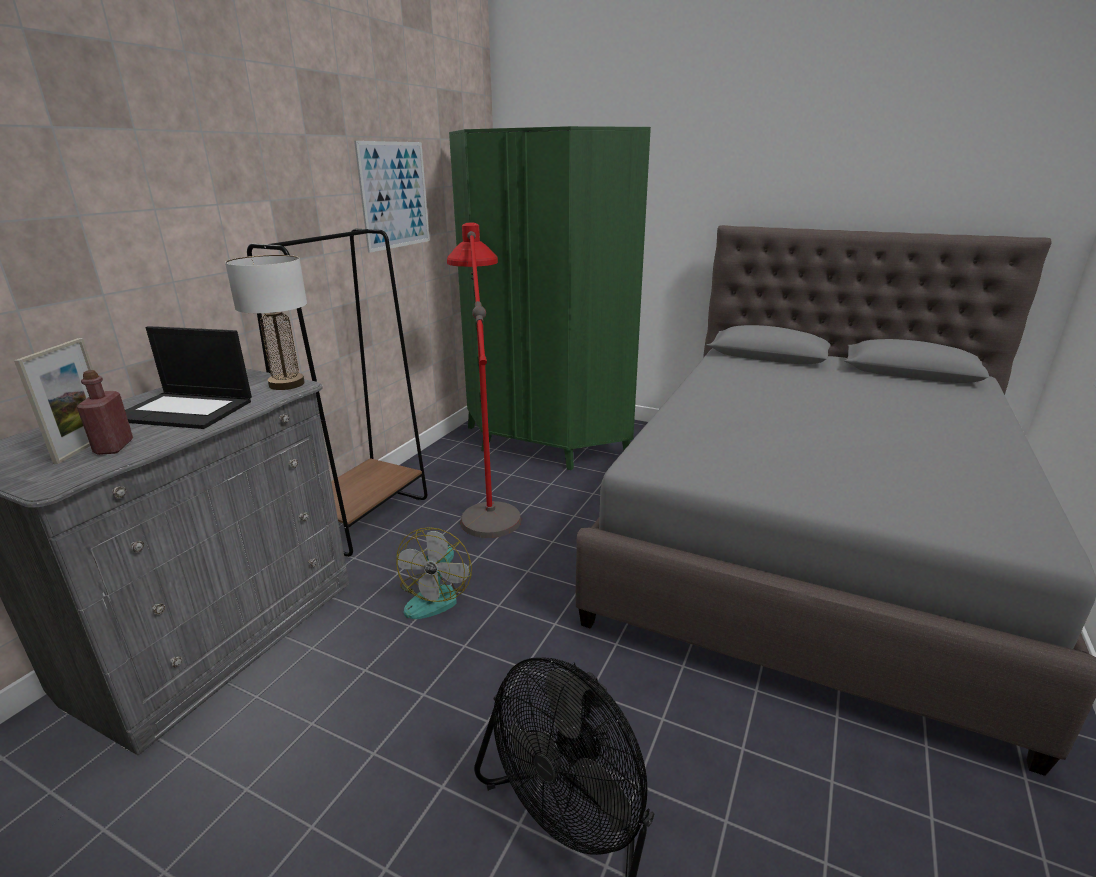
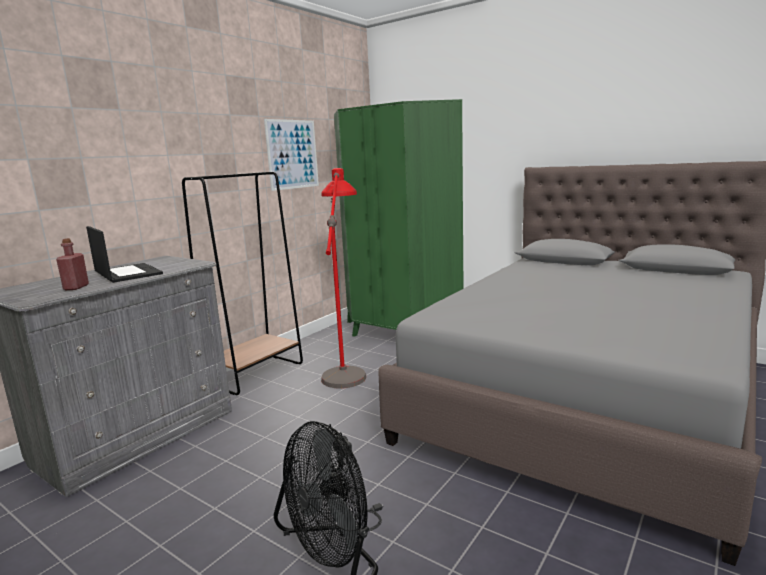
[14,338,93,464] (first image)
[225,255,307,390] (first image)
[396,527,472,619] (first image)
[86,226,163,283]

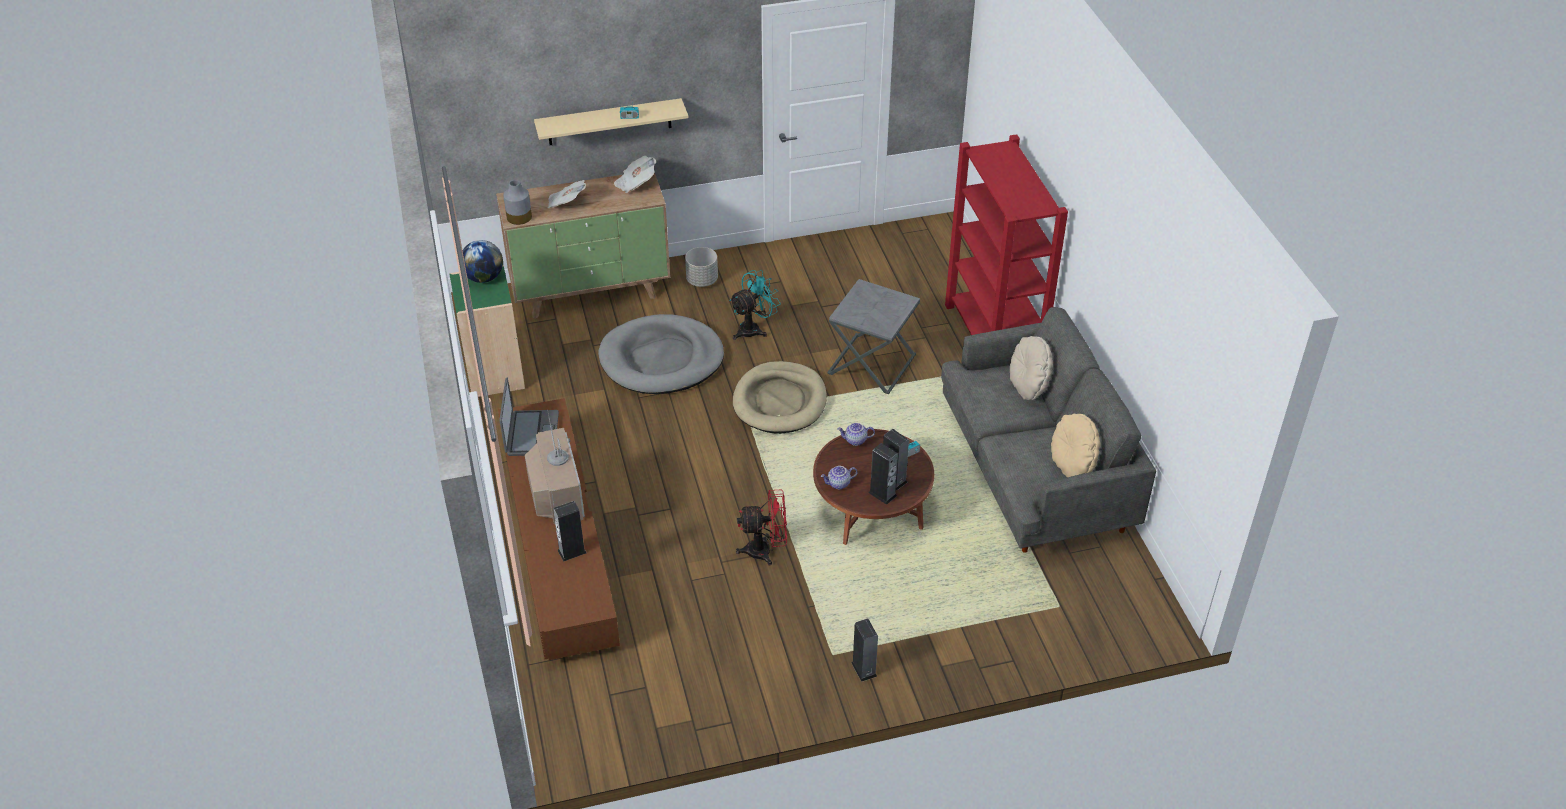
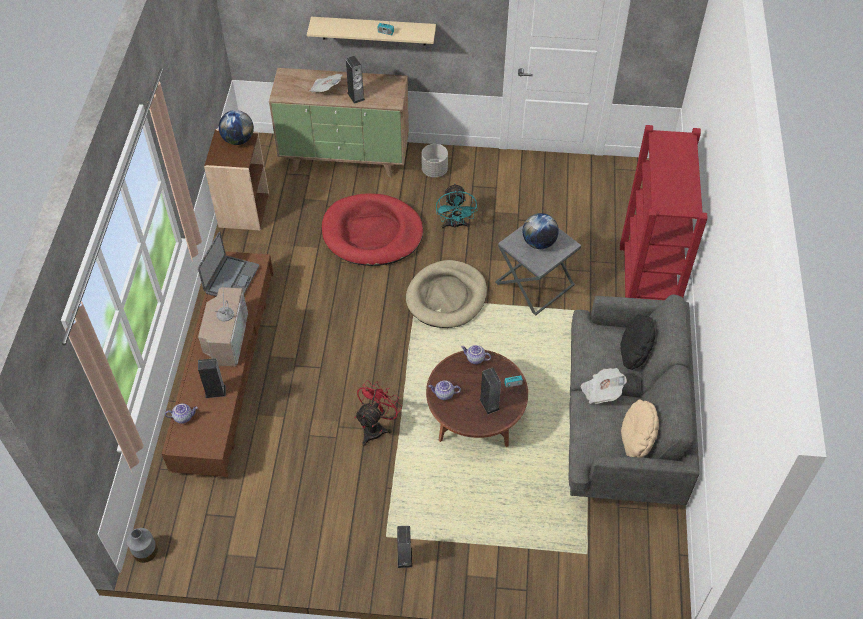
[165,404,198,424]
[522,213,559,249]
[127,528,158,563]
[581,368,627,404]
[346,56,365,104]
[204,129,269,230]
[322,193,423,266]
[620,314,655,370]
[436,183,477,229]
[355,380,402,446]

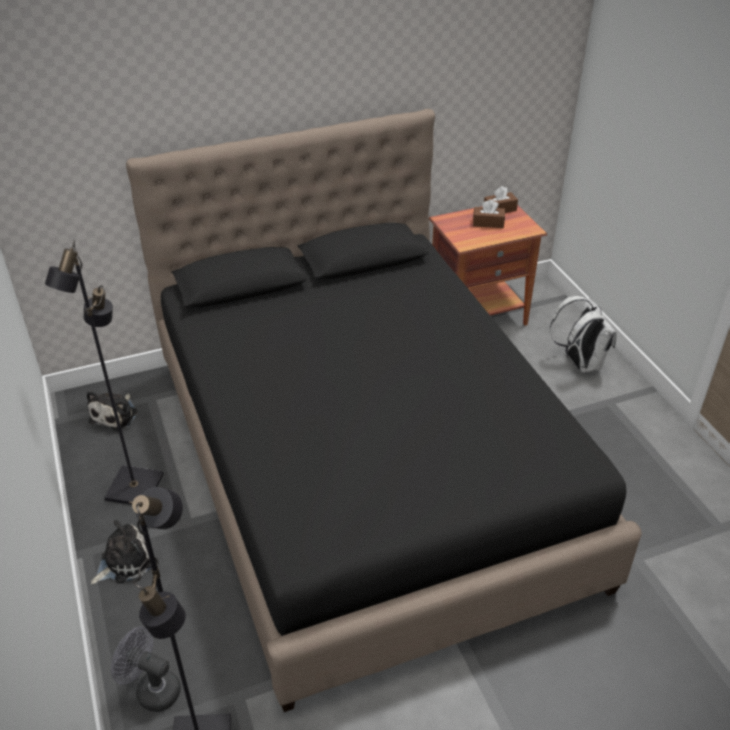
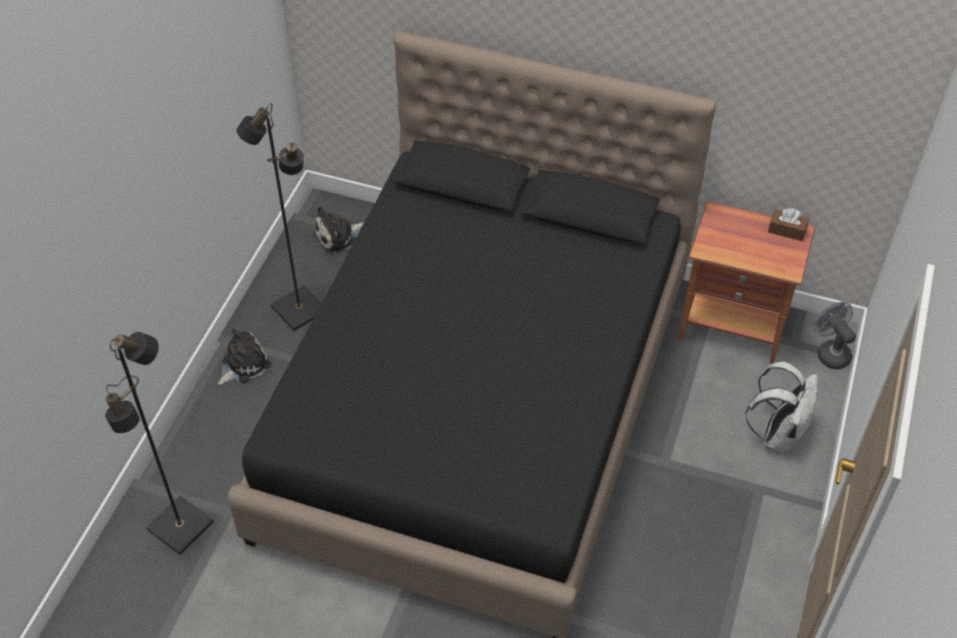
[473,200,505,228] (first image)
[814,302,856,369]
[218,329,272,385]

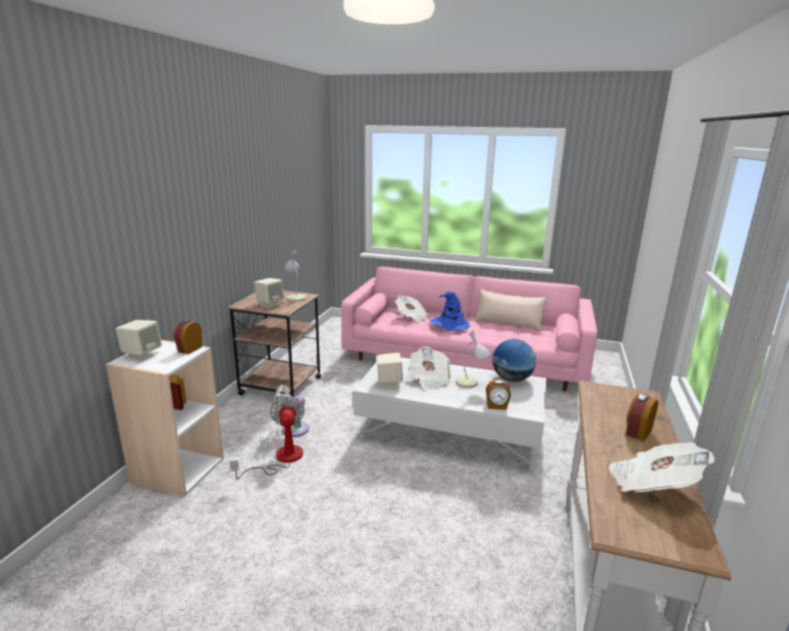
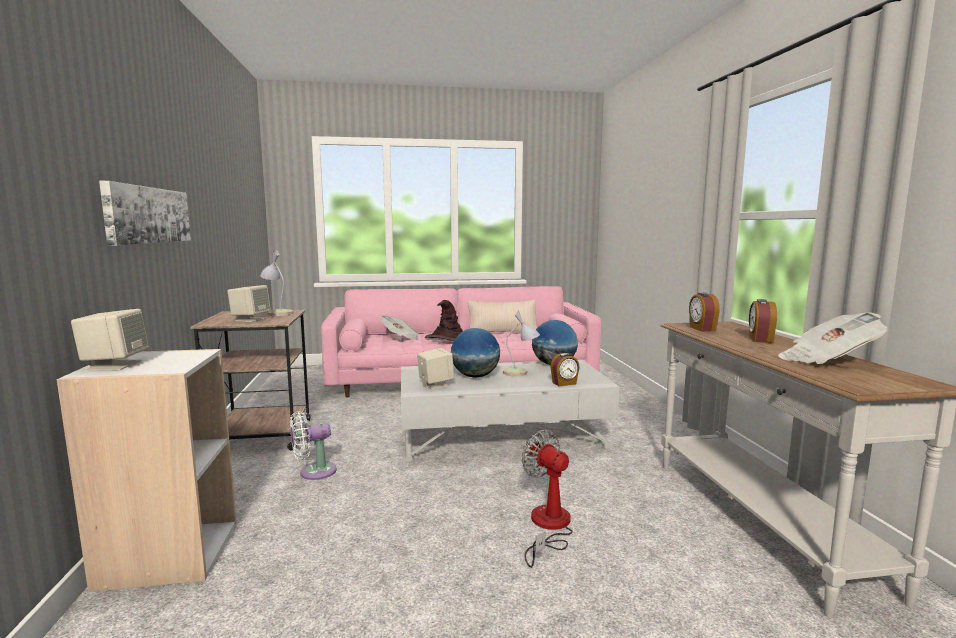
[99,181,191,246]
[689,292,720,331]
[522,430,573,568]
[451,328,500,378]
[425,300,463,341]

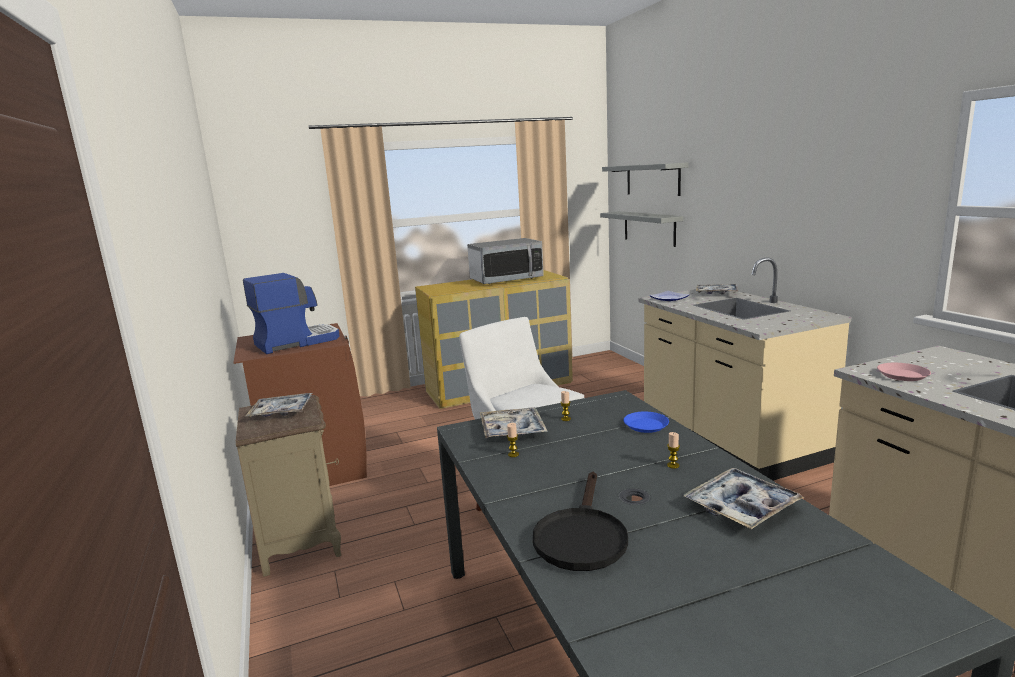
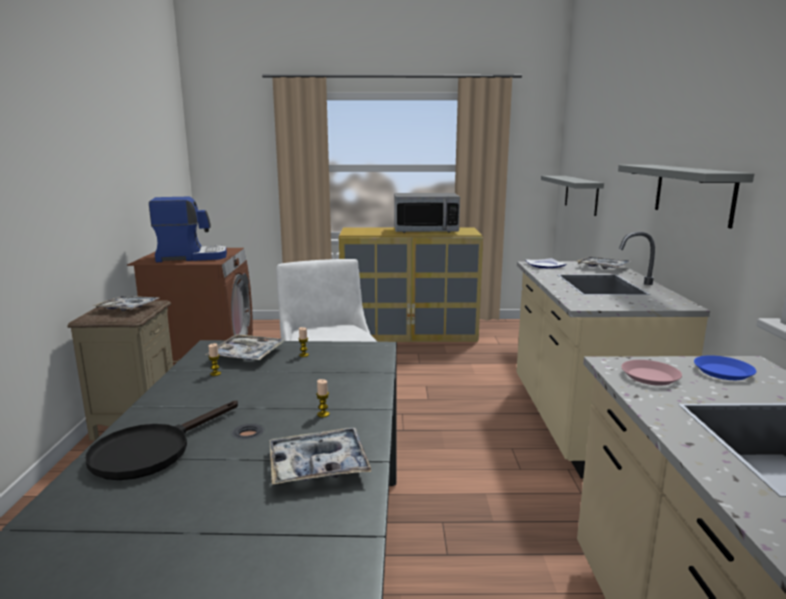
[618,165,754,229]
[694,355,756,380]

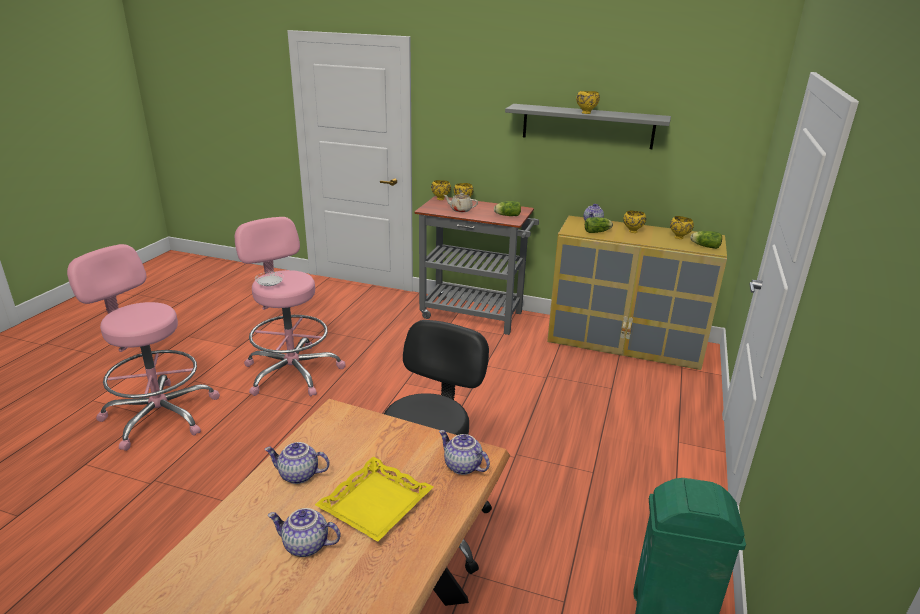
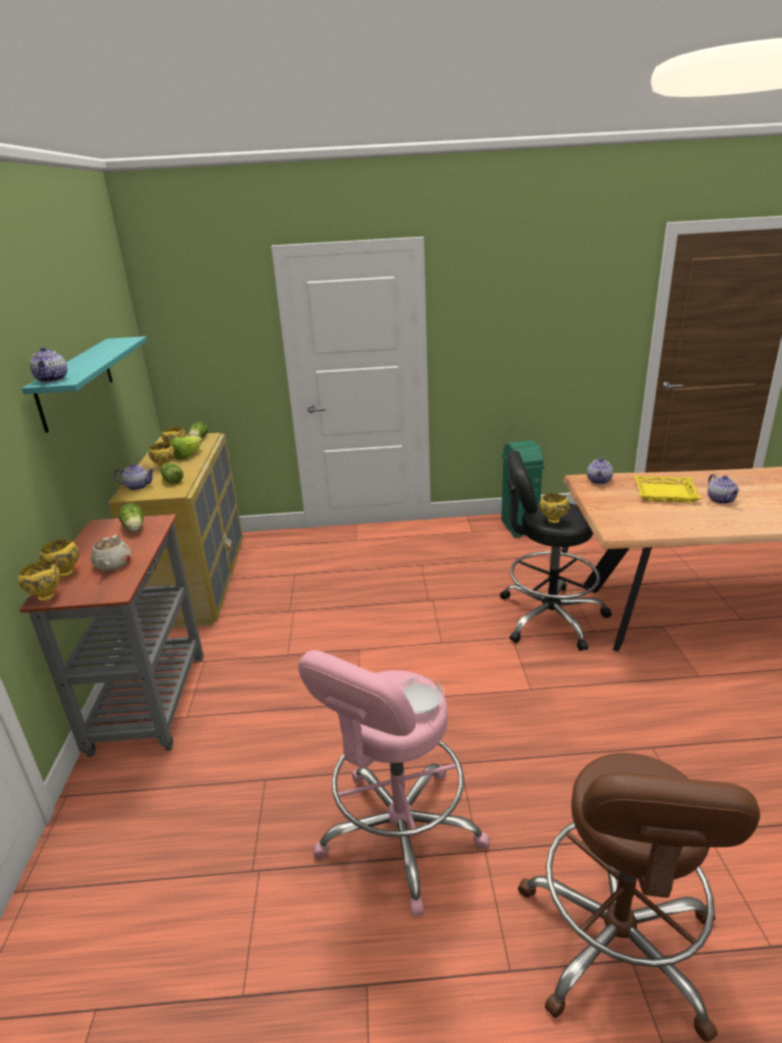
[169,436,202,460]
[30,347,67,383]
[540,493,569,523]
[518,753,760,1042]
[22,336,147,433]

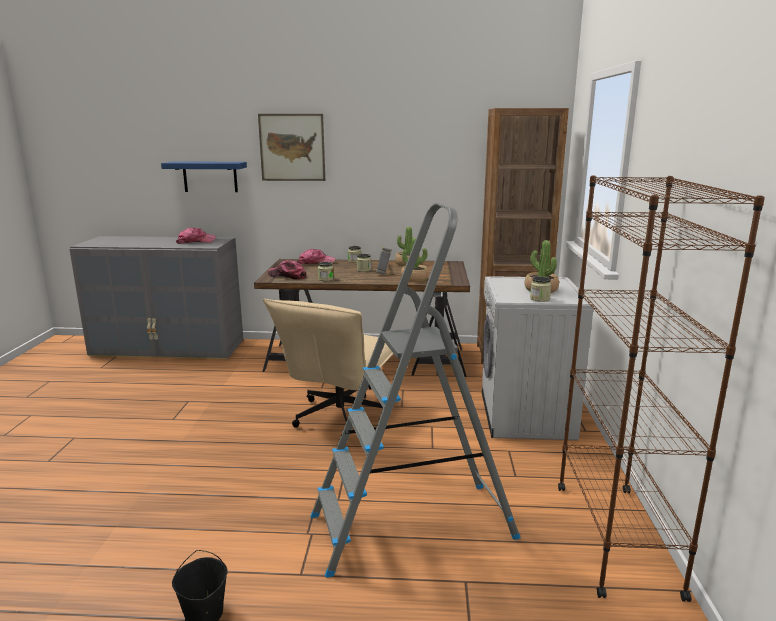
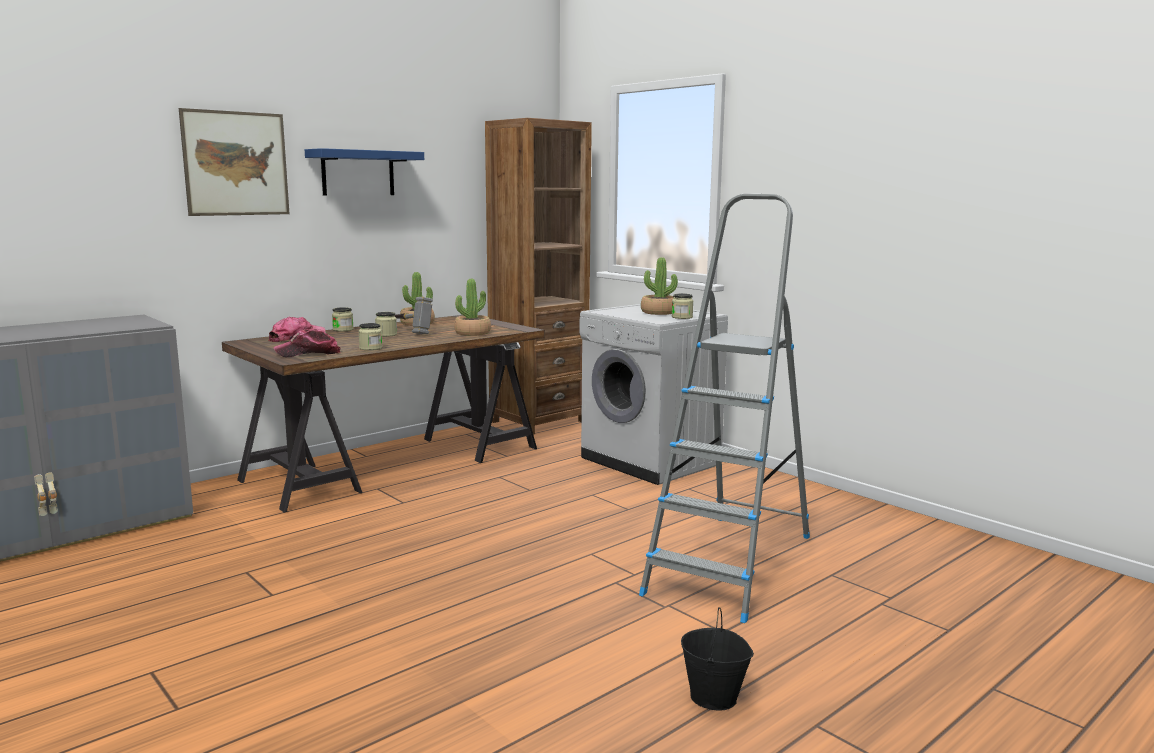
[176,227,216,244] (first image)
[263,299,394,435] (first image)
[558,175,765,602] (first image)
[305,148,424,196]

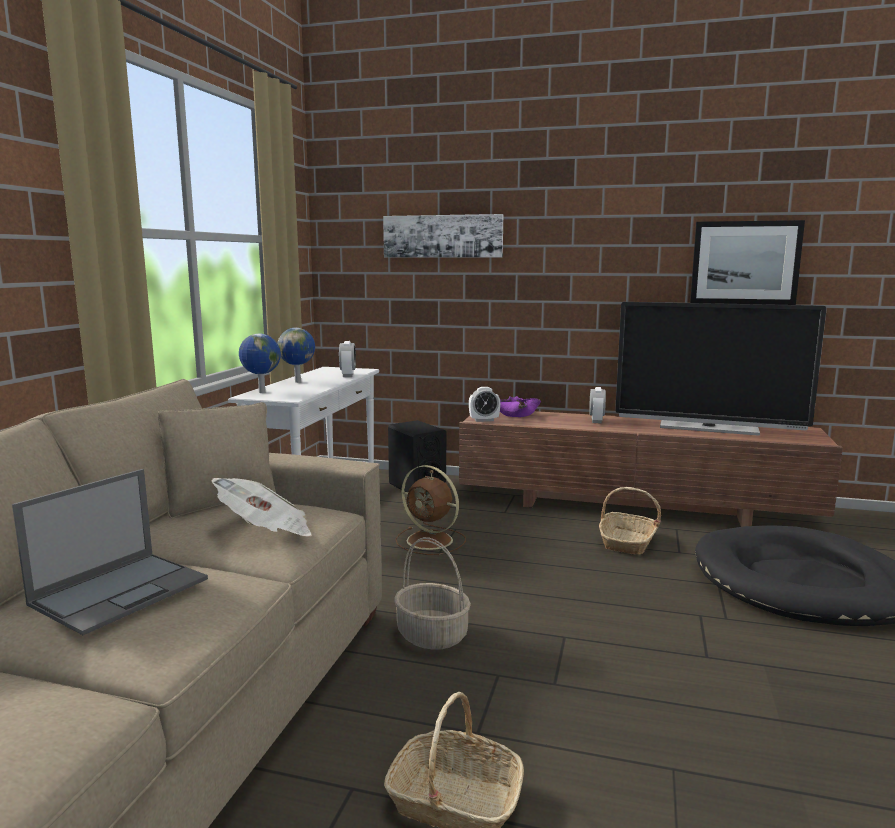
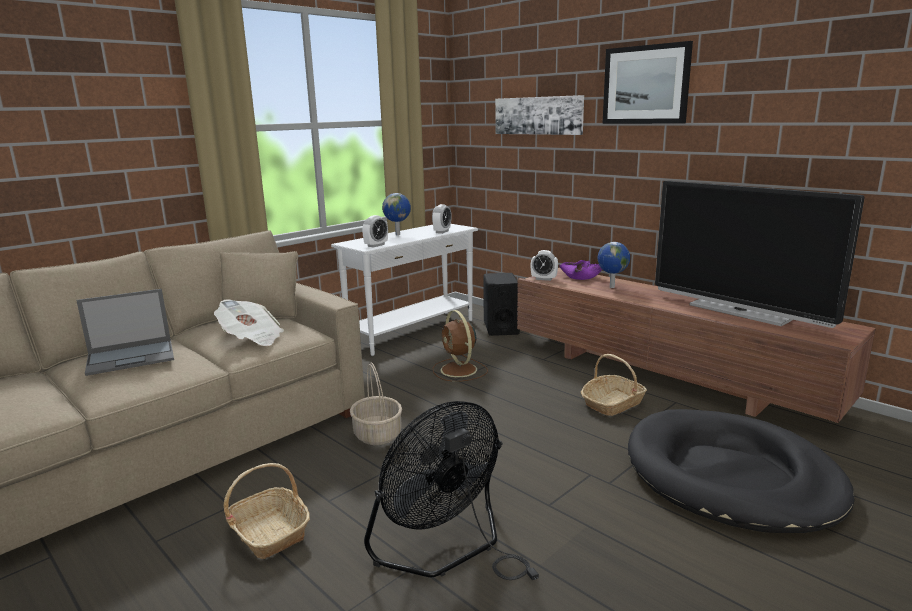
[364,401,539,580]
[598,242,630,288]
[362,215,388,248]
[602,41,693,124]

